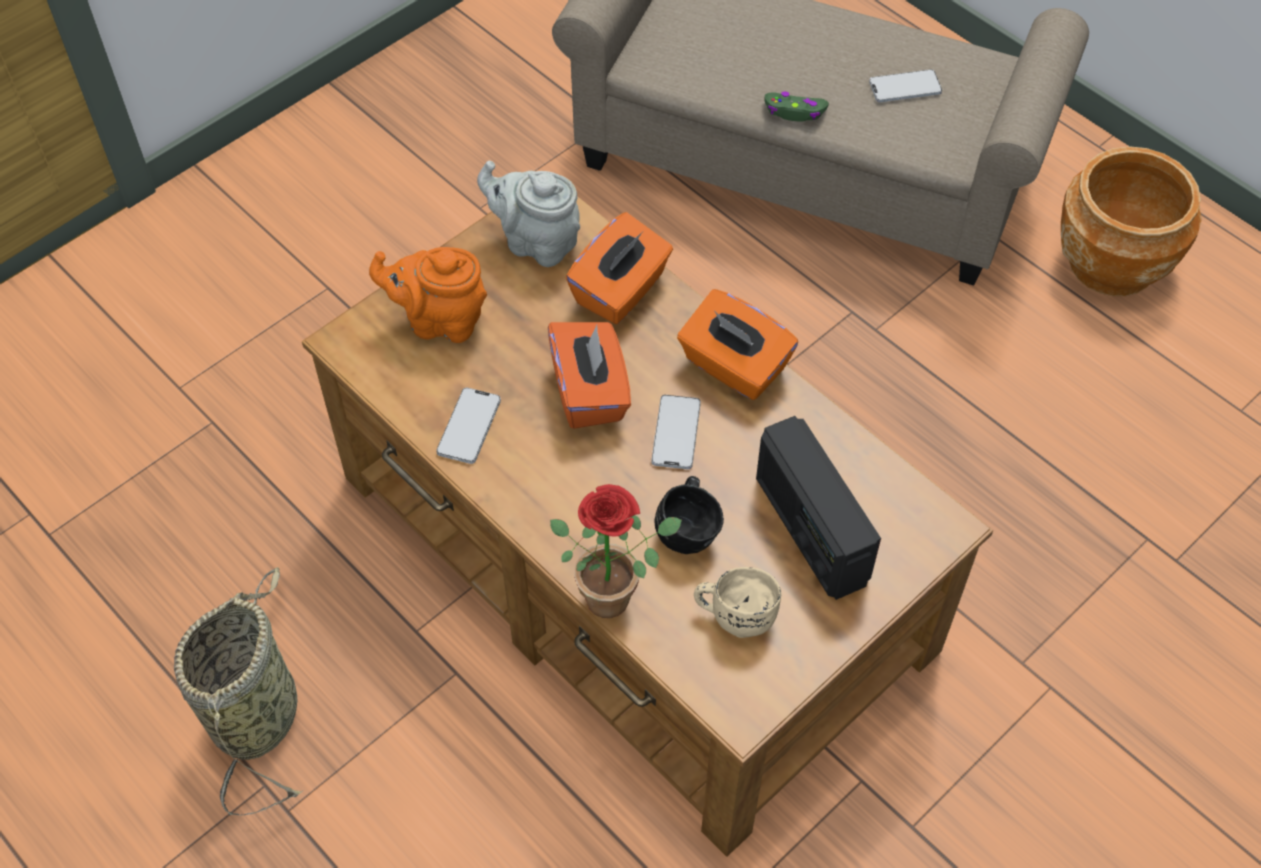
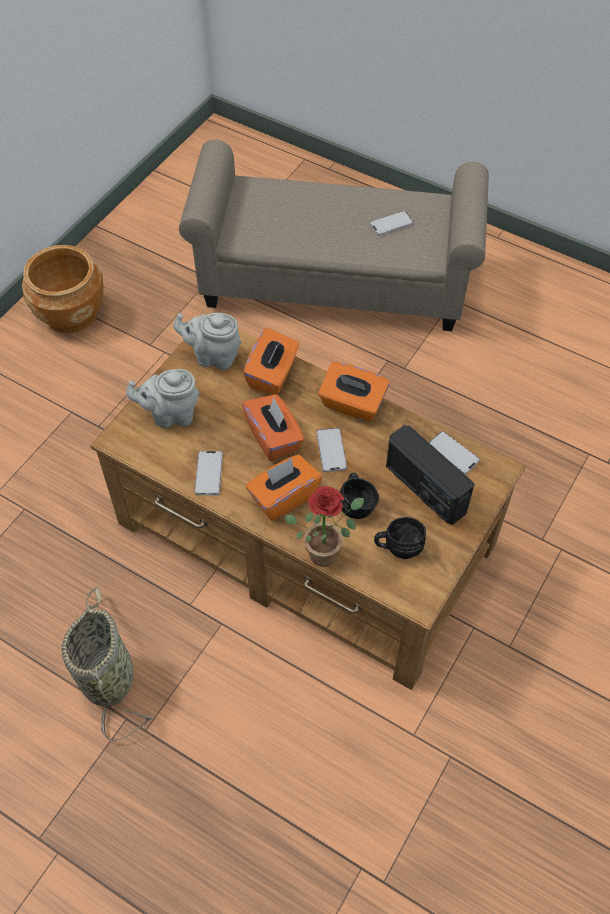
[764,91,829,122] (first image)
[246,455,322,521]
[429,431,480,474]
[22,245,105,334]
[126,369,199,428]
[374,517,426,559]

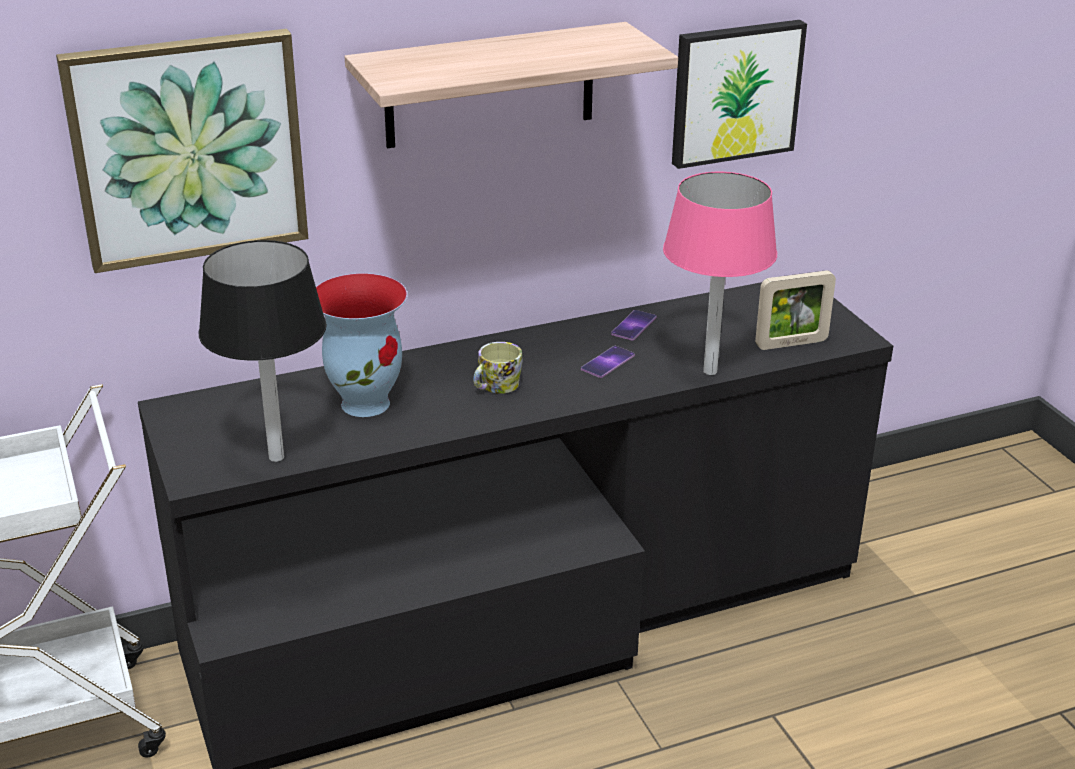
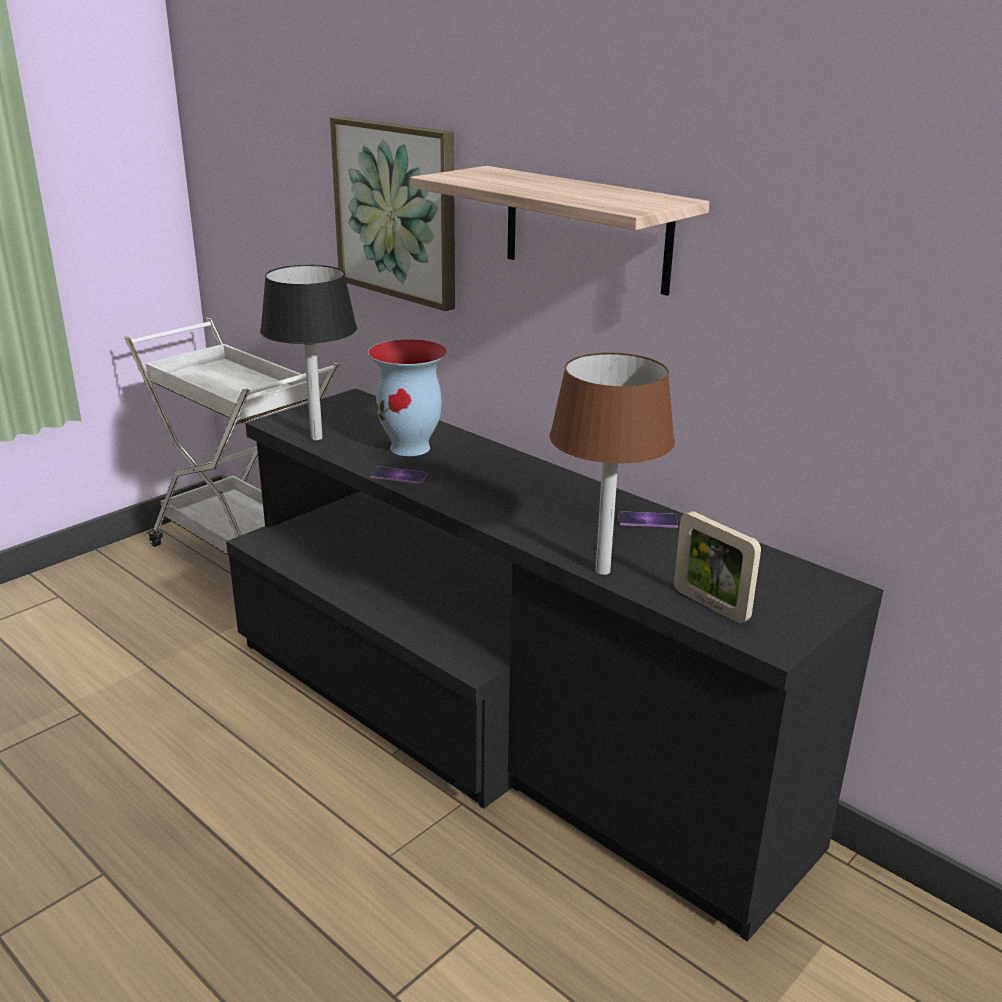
[473,342,523,394] (first image)
[672,20,807,169] (first image)
[370,467,428,484]
[550,353,675,575]

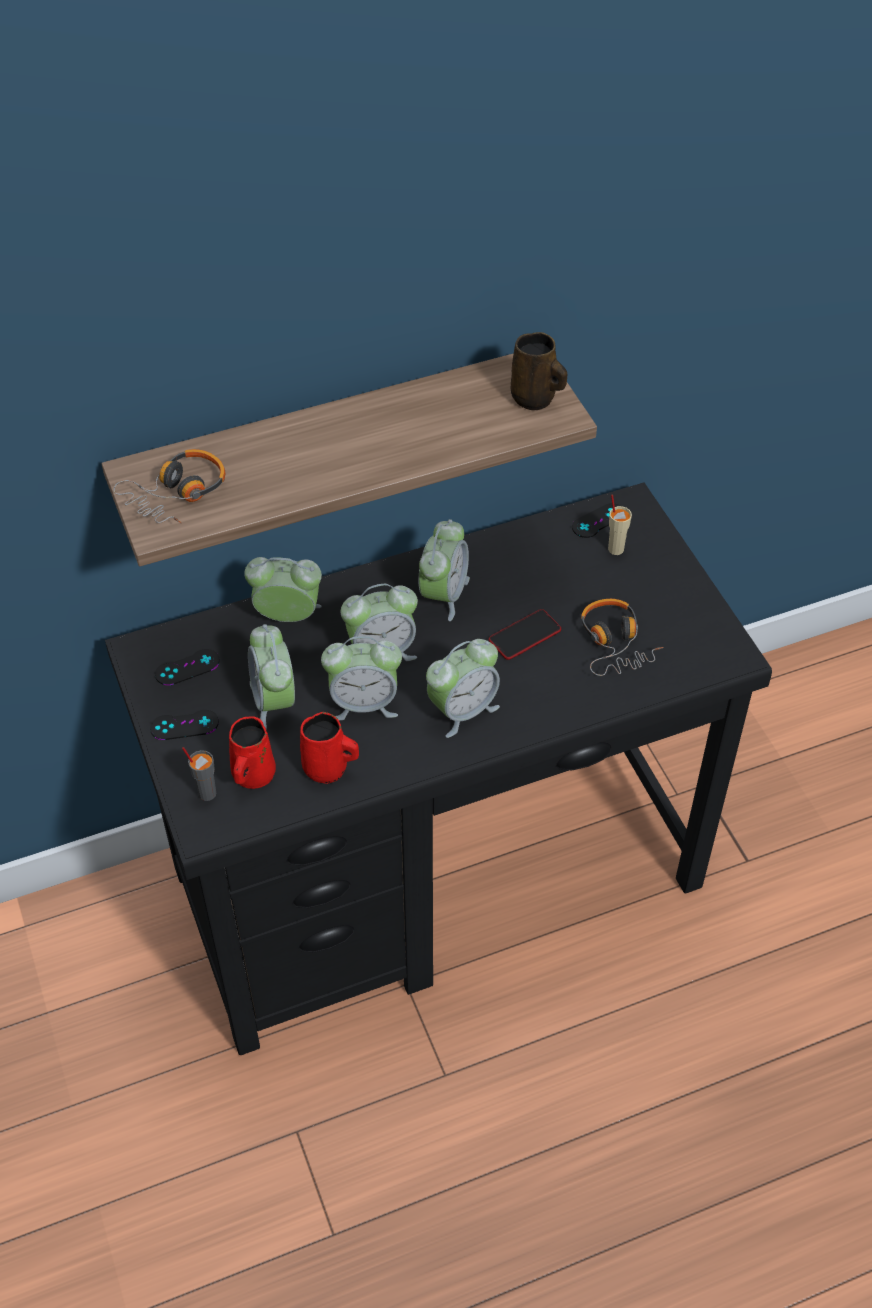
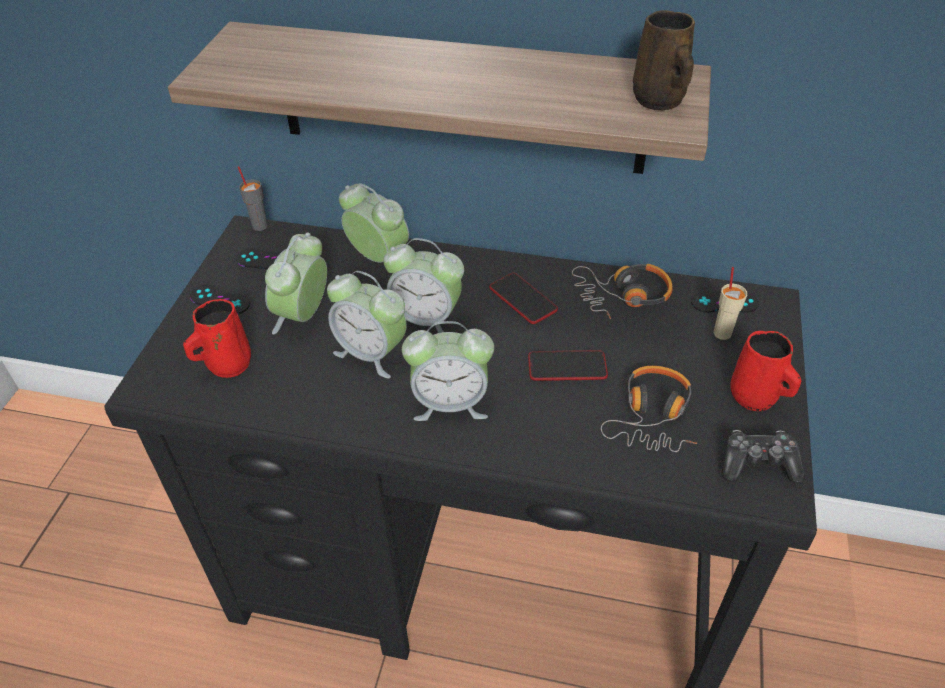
[721,430,805,483]
[572,264,672,319]
[238,166,268,231]
[730,331,801,411]
[489,273,558,324]

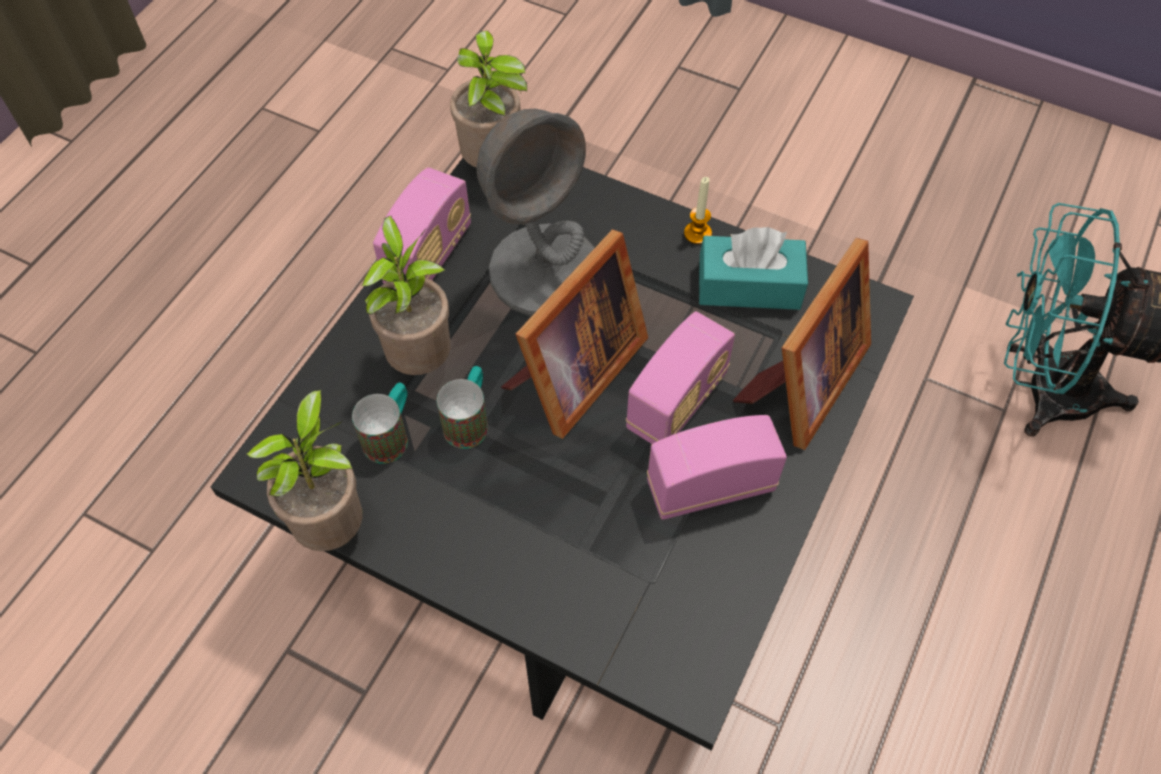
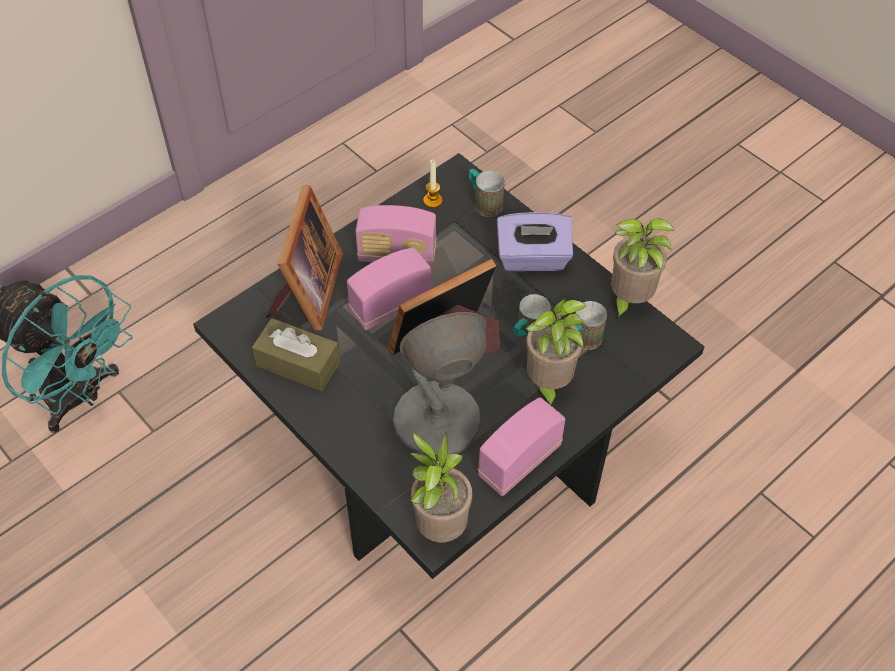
[469,169,505,217]
[497,212,573,271]
[423,160,443,208]
[252,318,340,391]
[266,185,343,330]

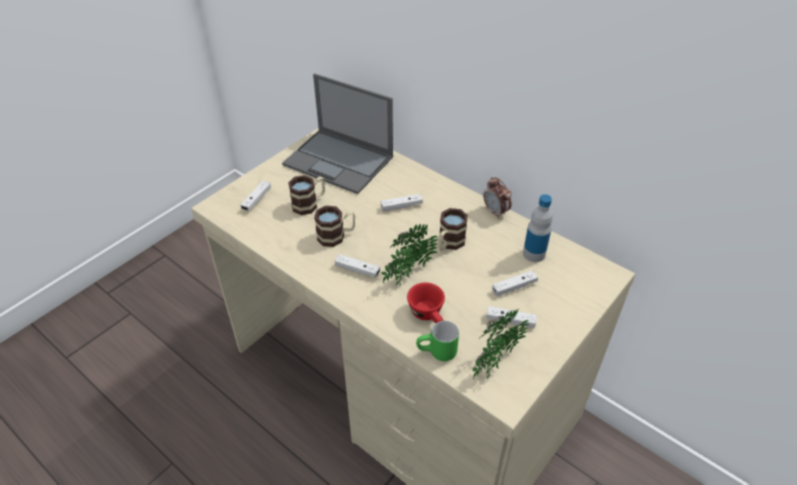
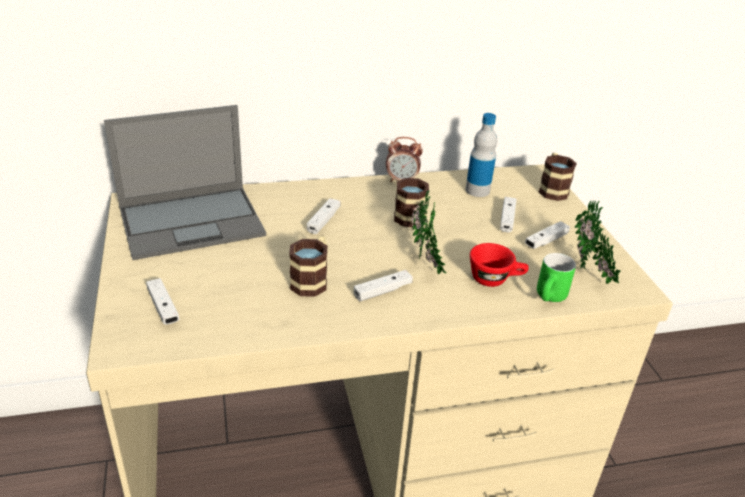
[539,153,577,201]

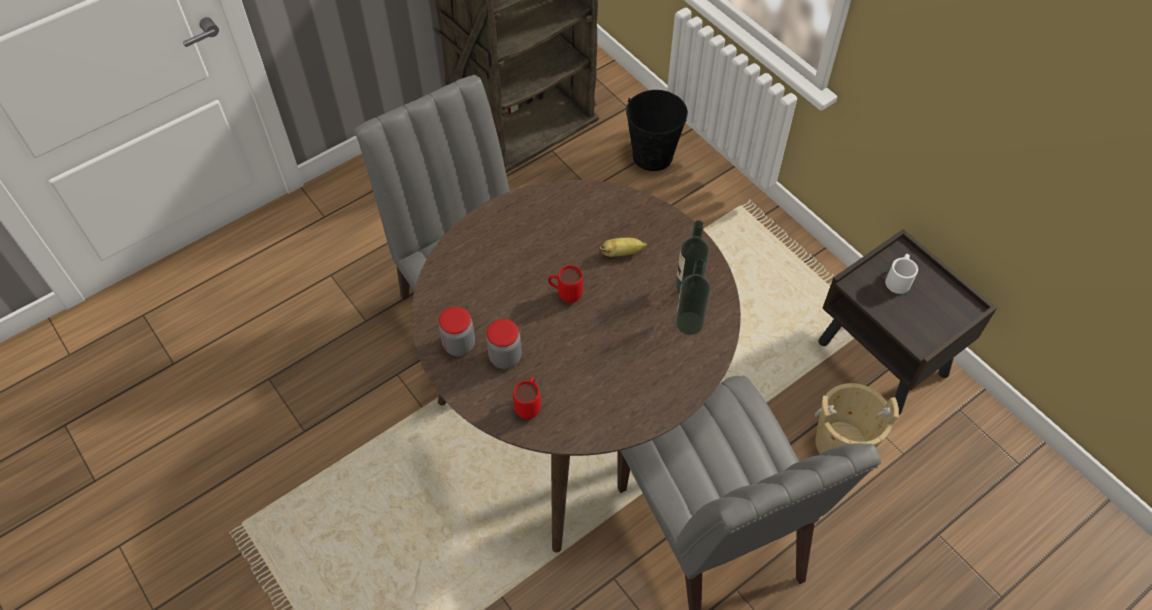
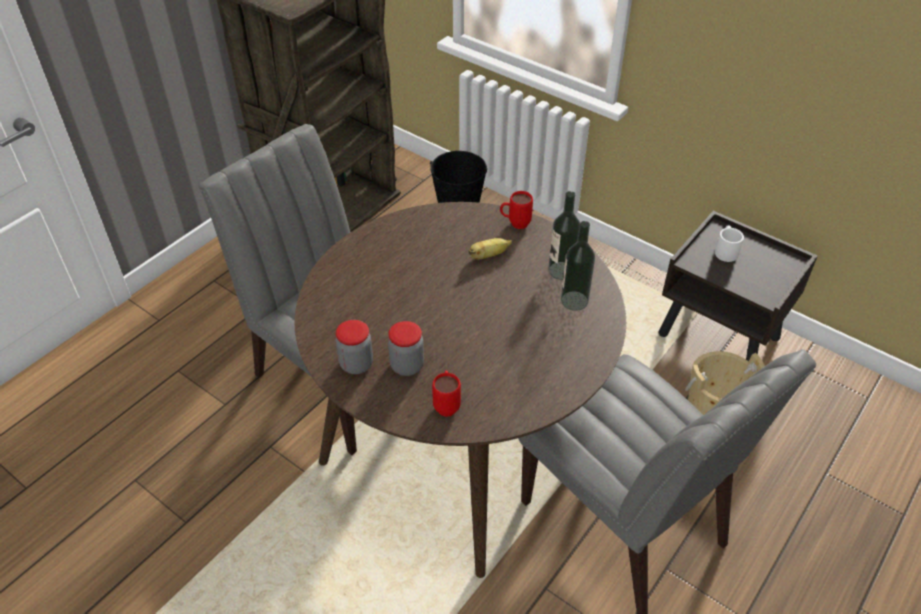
[500,191,533,229]

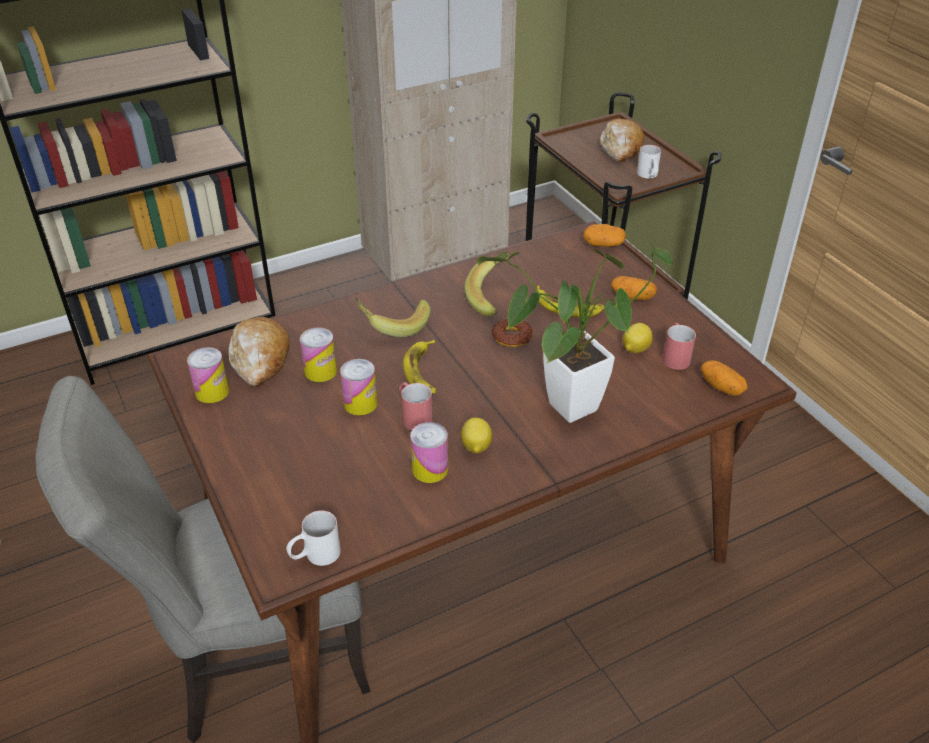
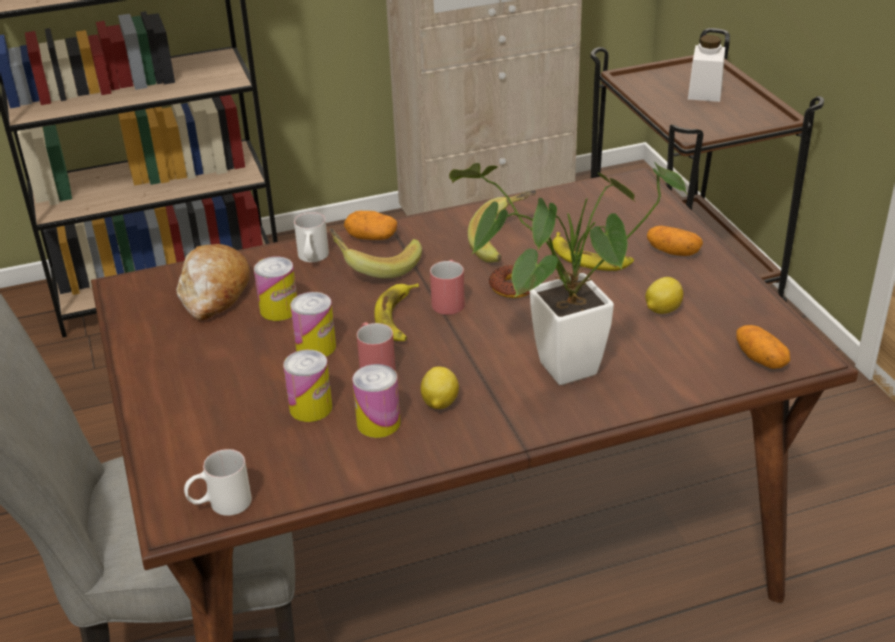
[283,350,332,422]
[344,211,397,240]
[294,212,329,262]
[430,260,465,315]
[688,35,725,102]

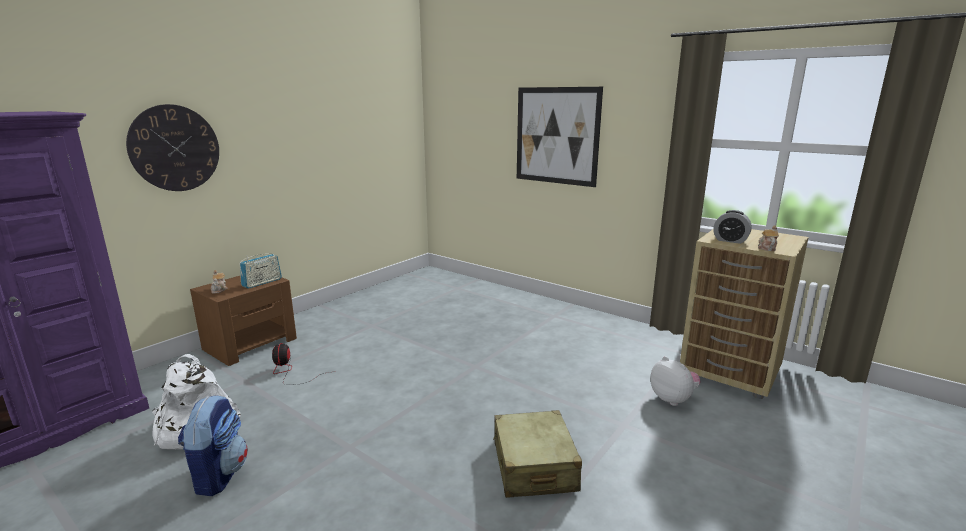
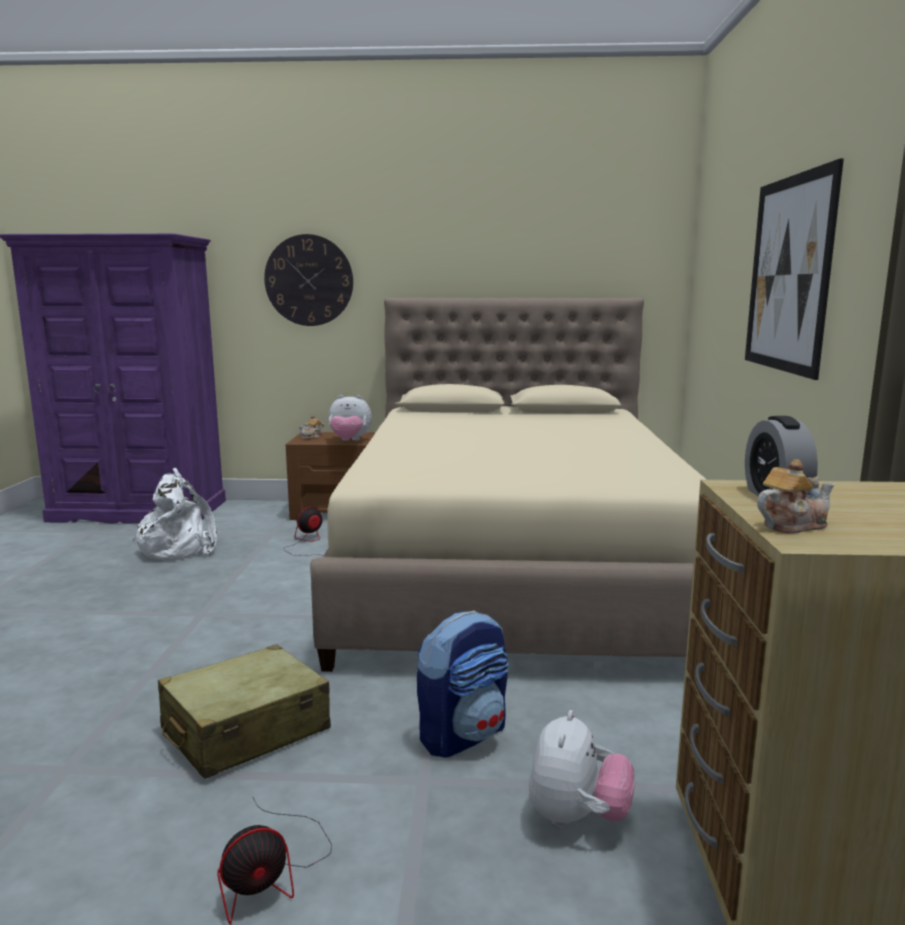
[217,798,332,924]
[310,297,707,672]
[417,611,509,758]
[329,395,372,441]

